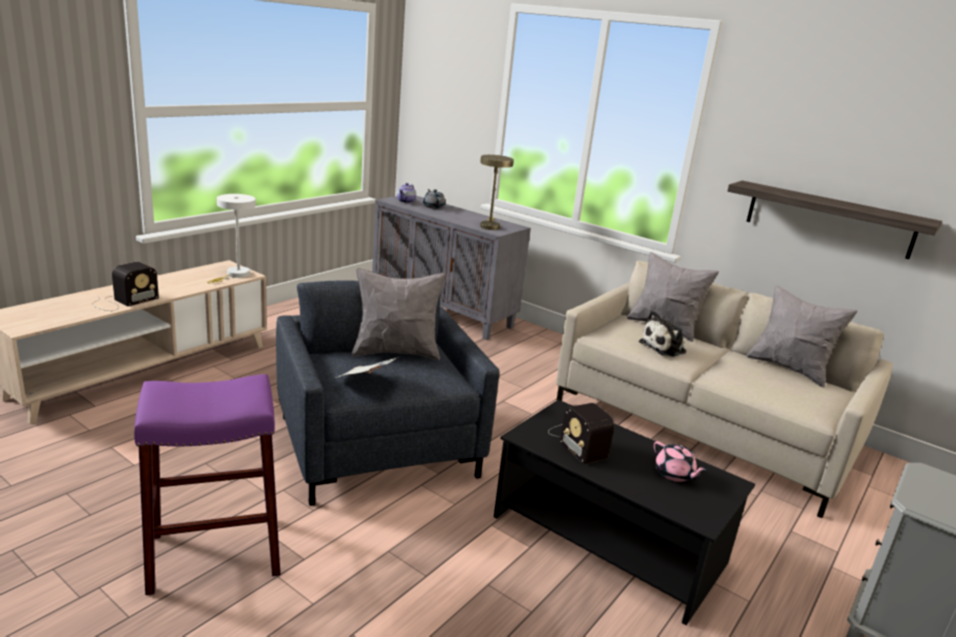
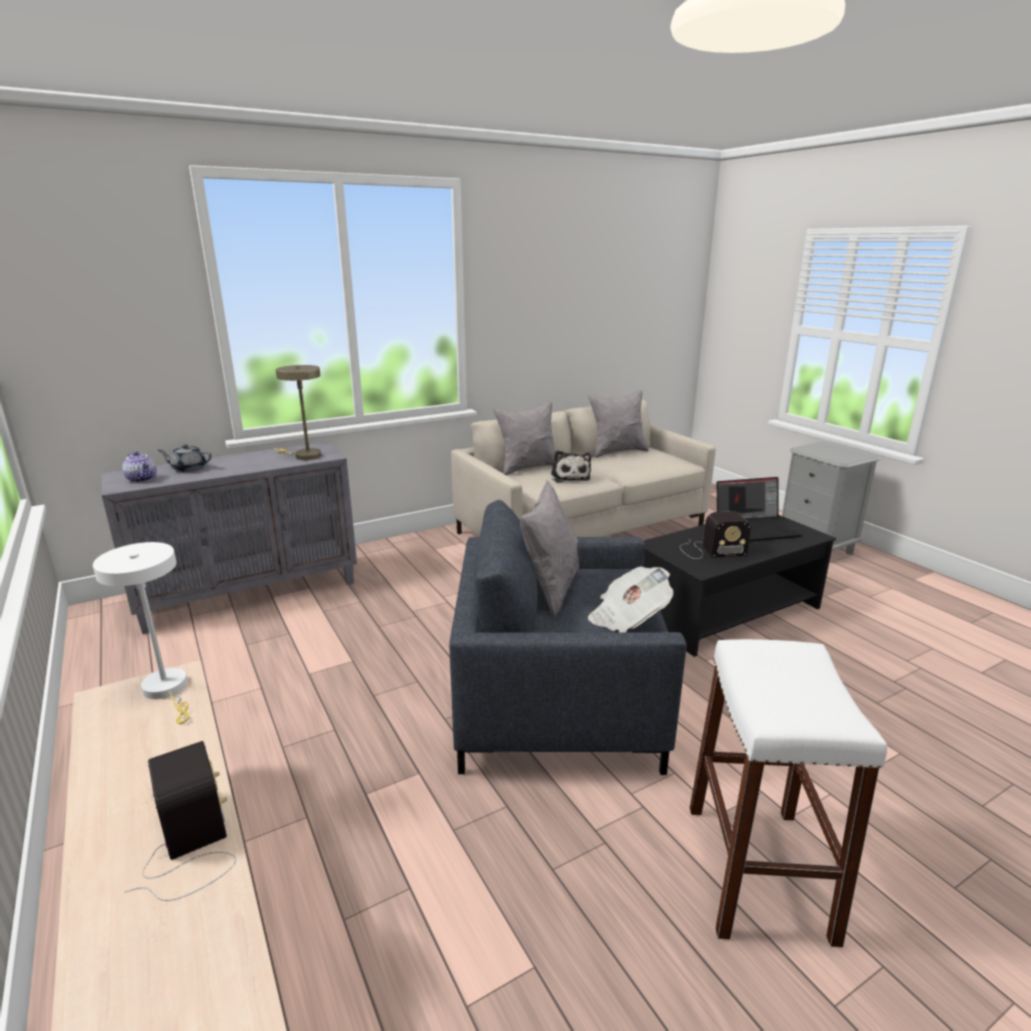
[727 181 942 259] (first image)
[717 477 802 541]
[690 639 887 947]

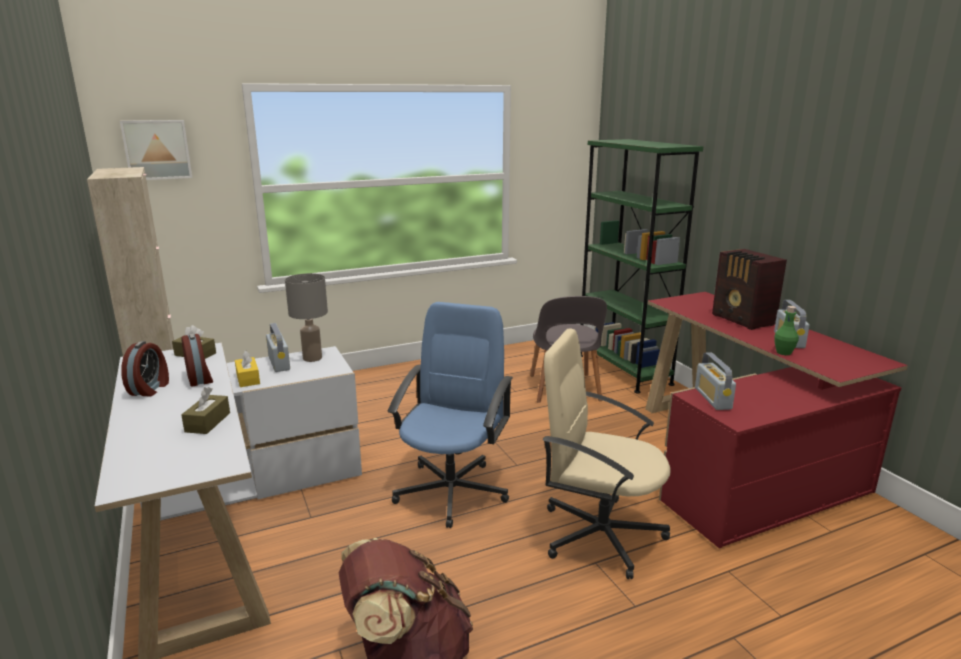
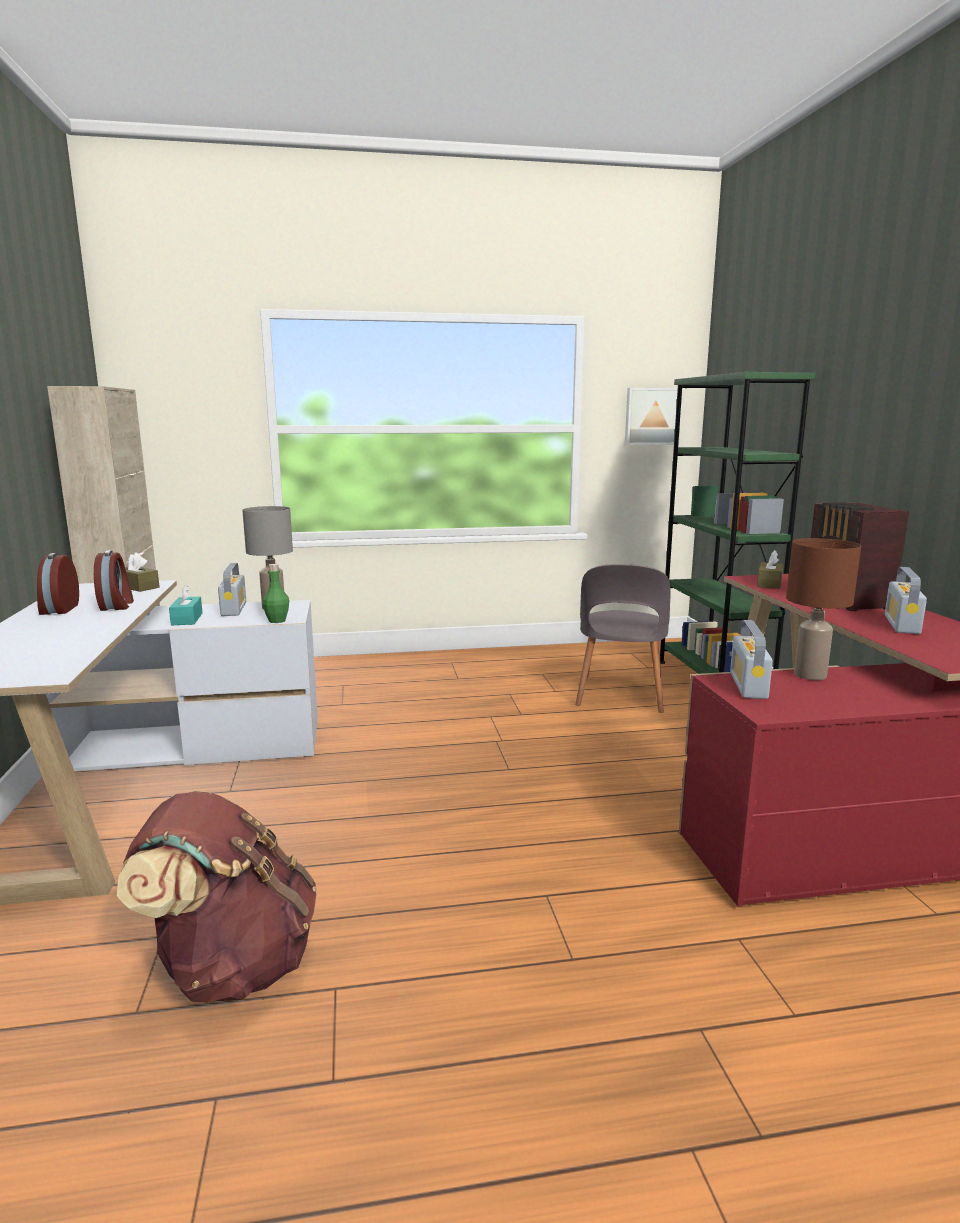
[388 302 513 528] (first image)
[543 329 671 579] (first image)
[786 538 861 680]
[625 388 683 445]
[757 550 783 589]
[263 564 289 623]
[169 584 203 625]
[37 553 79 615]

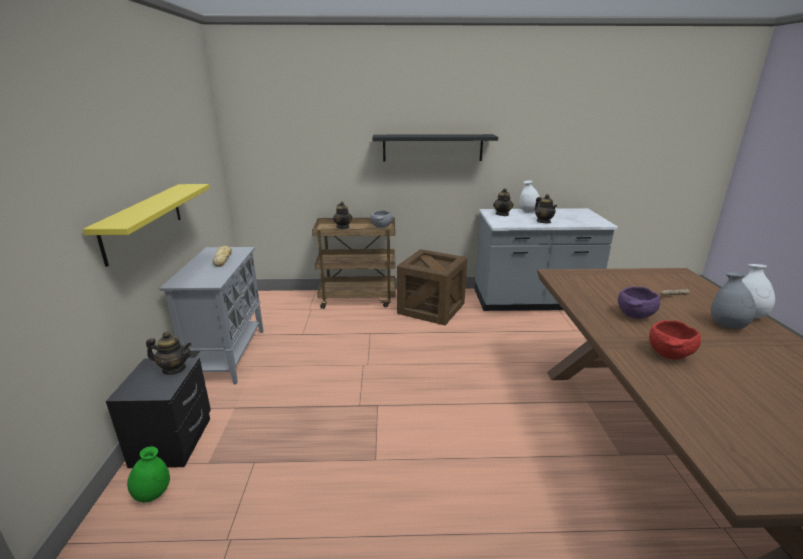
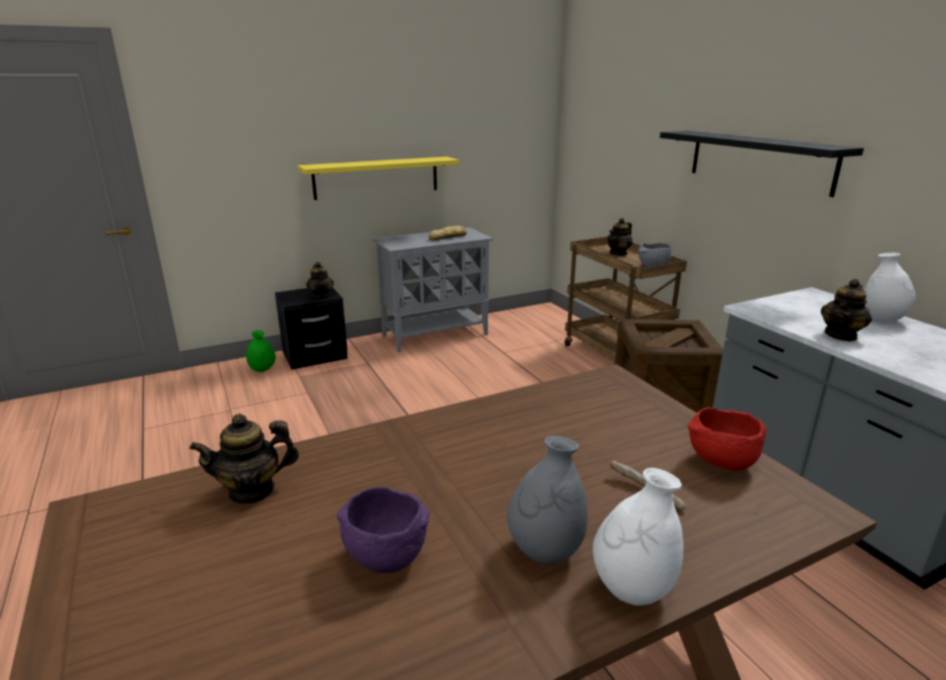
[189 414 299 504]
[337 487 429 573]
[688 407 767 471]

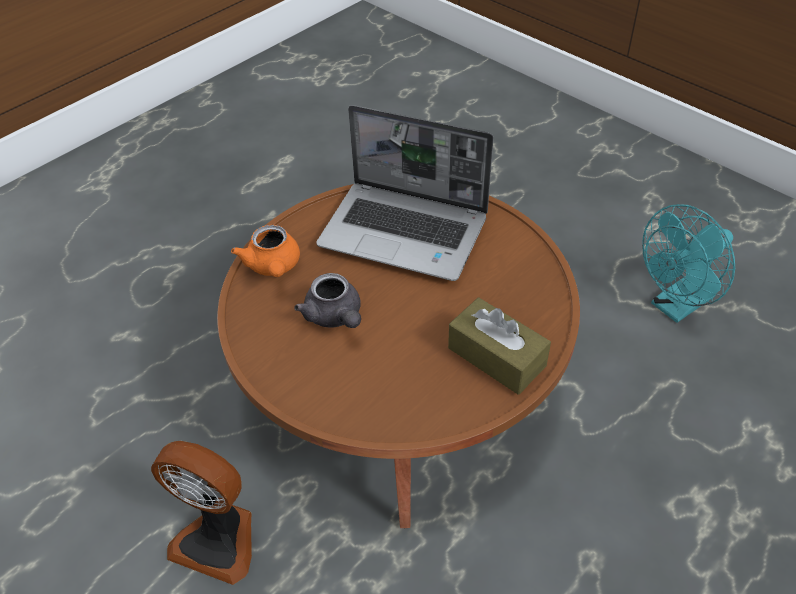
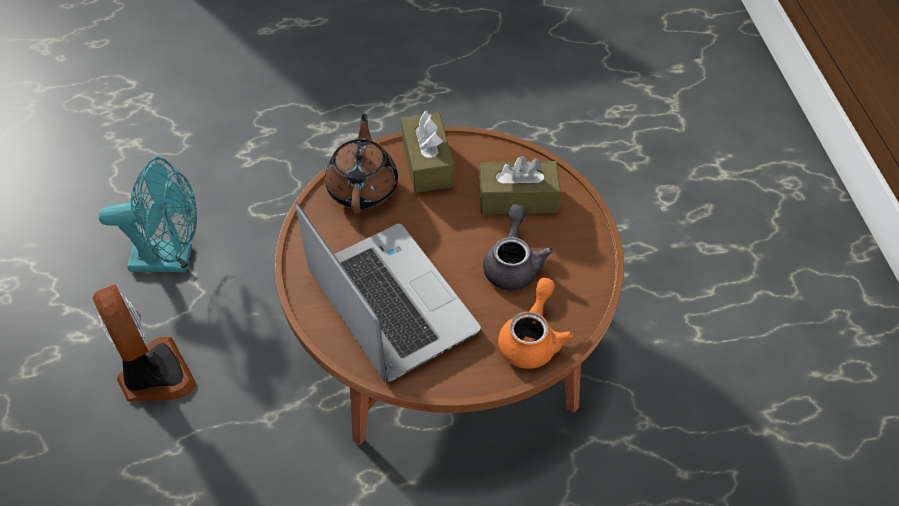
[325 113 398 214]
[479 156 561 214]
[92 284 197 402]

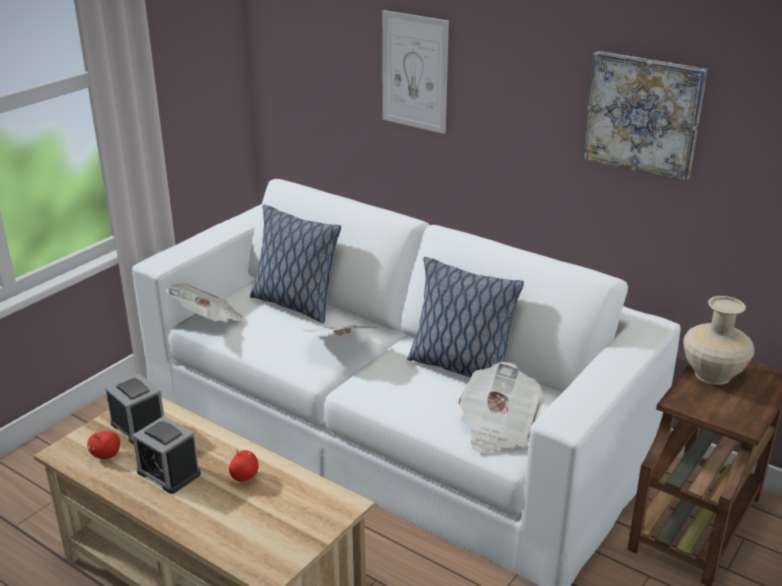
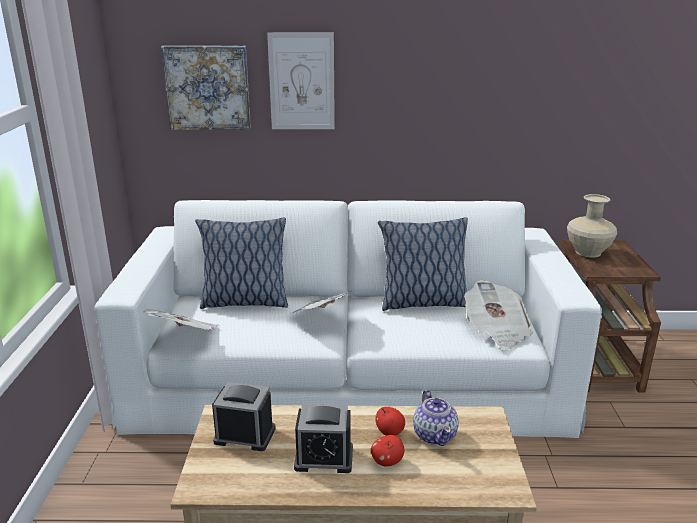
[413 390 459 446]
[371 435 404 466]
[161 46 251 130]

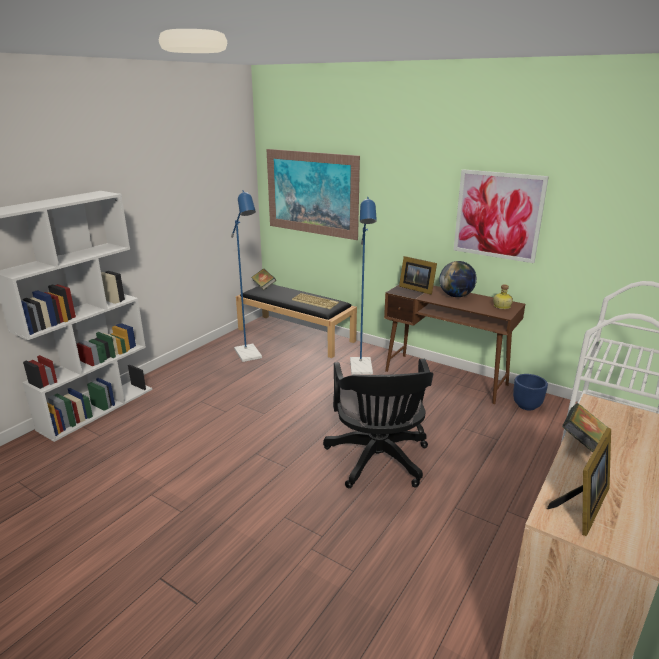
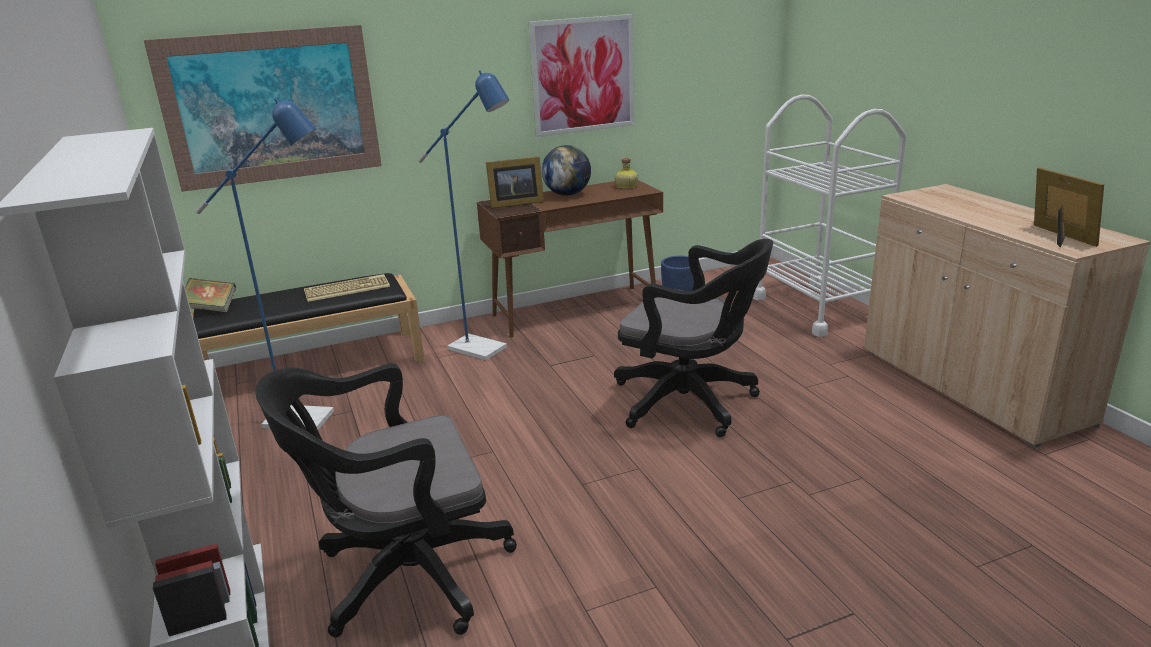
[562 403 609 452] (first image)
[255 364 517 637]

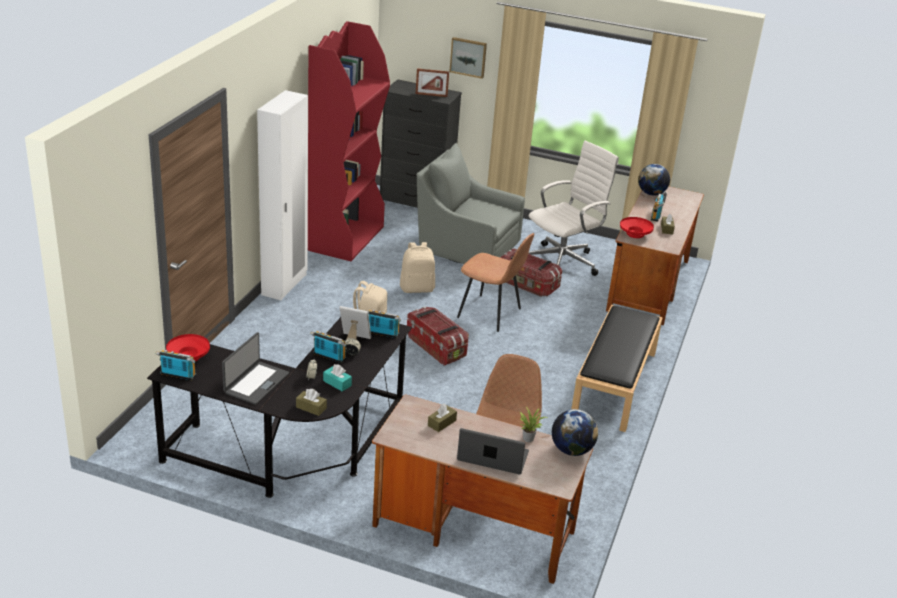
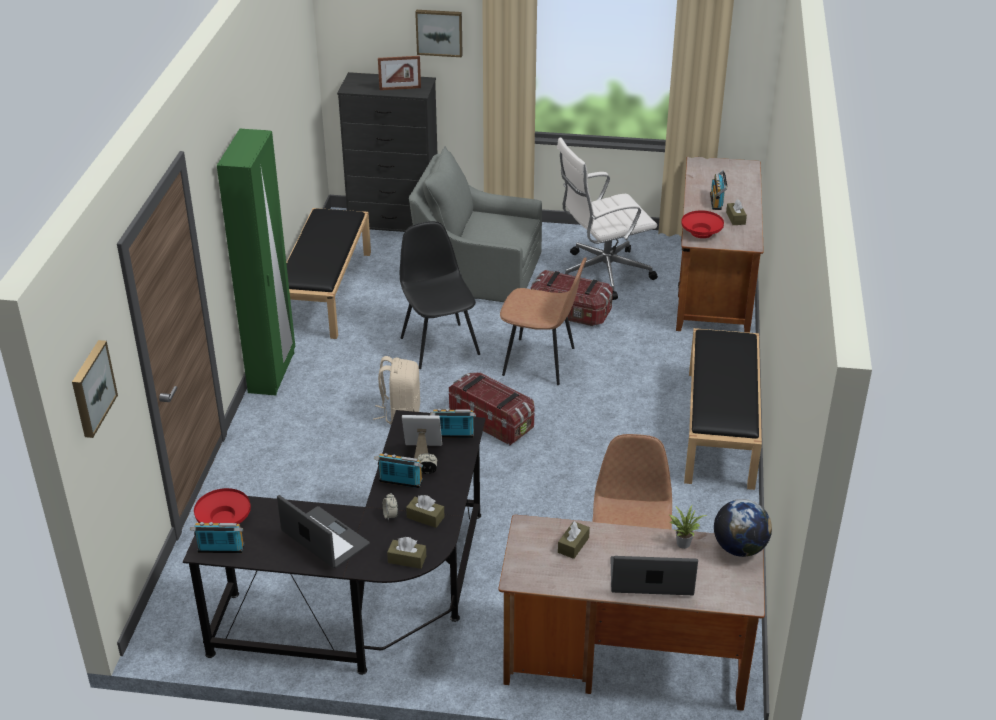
[638 164 670 196] (first image)
[72 340 118 438]
[286 208 371 339]
[400 221 480 369]
[217 129 295 395]
[406 495 445 528]
[277 495 370 568]
[557 137 658 300]

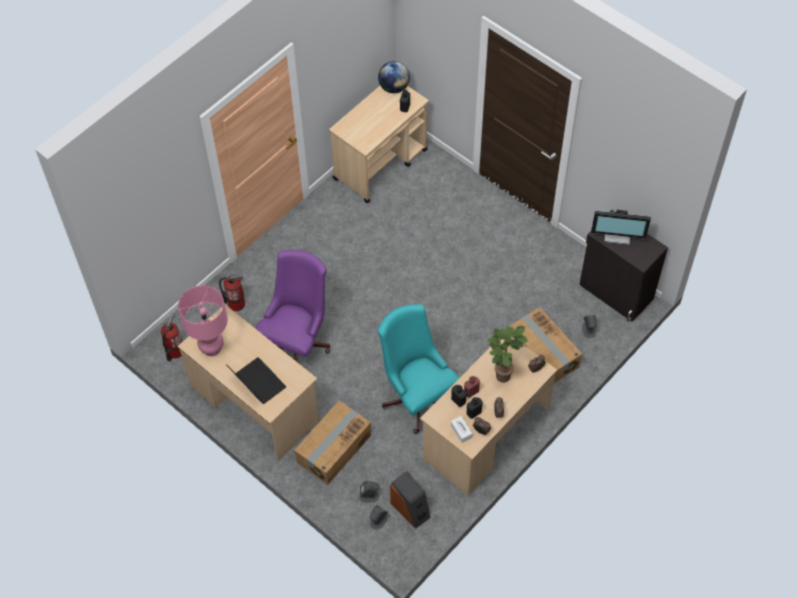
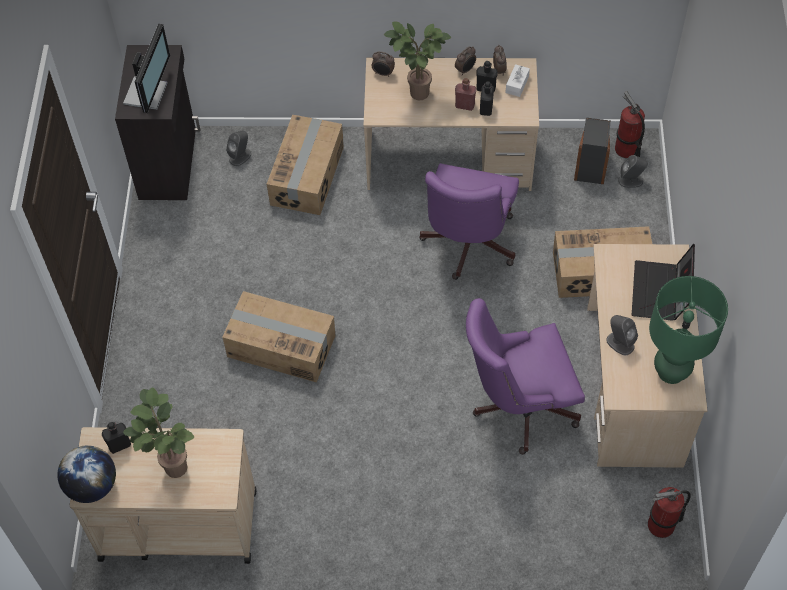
[123 387 194 478]
[222 291 335 382]
[615 91 645 158]
[606 315 638 355]
[649 276 728 384]
[419 163 519 280]
[123 24 170 113]

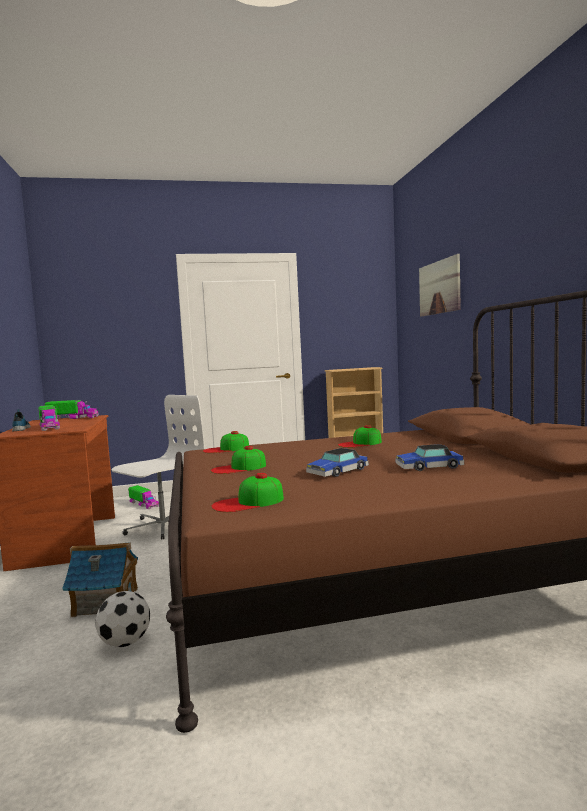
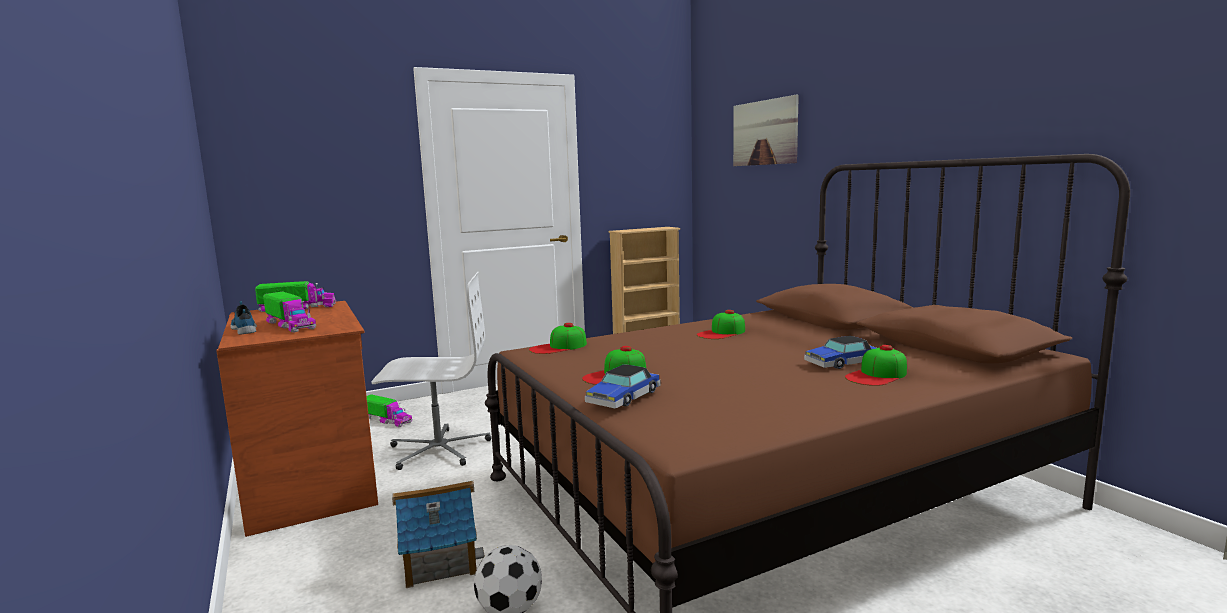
[845 345 907 386]
[585 364 661 408]
[371 272 491 470]

